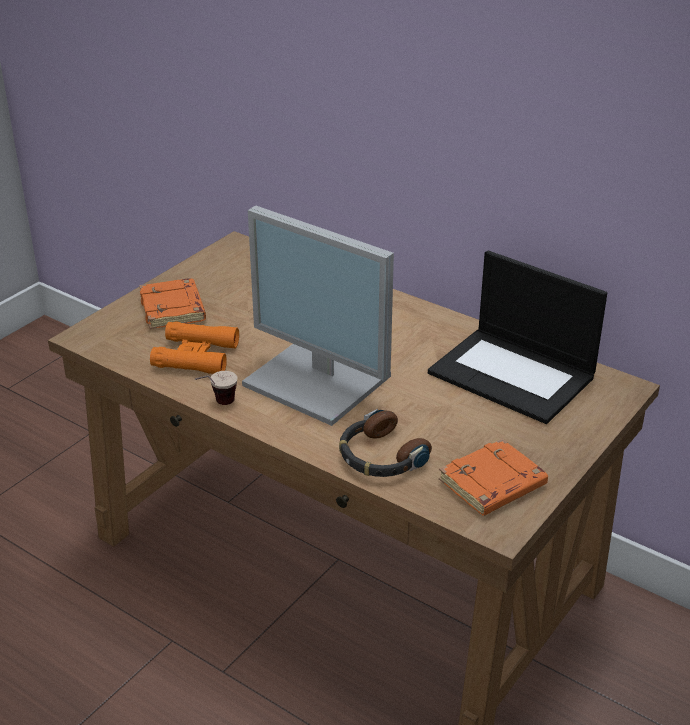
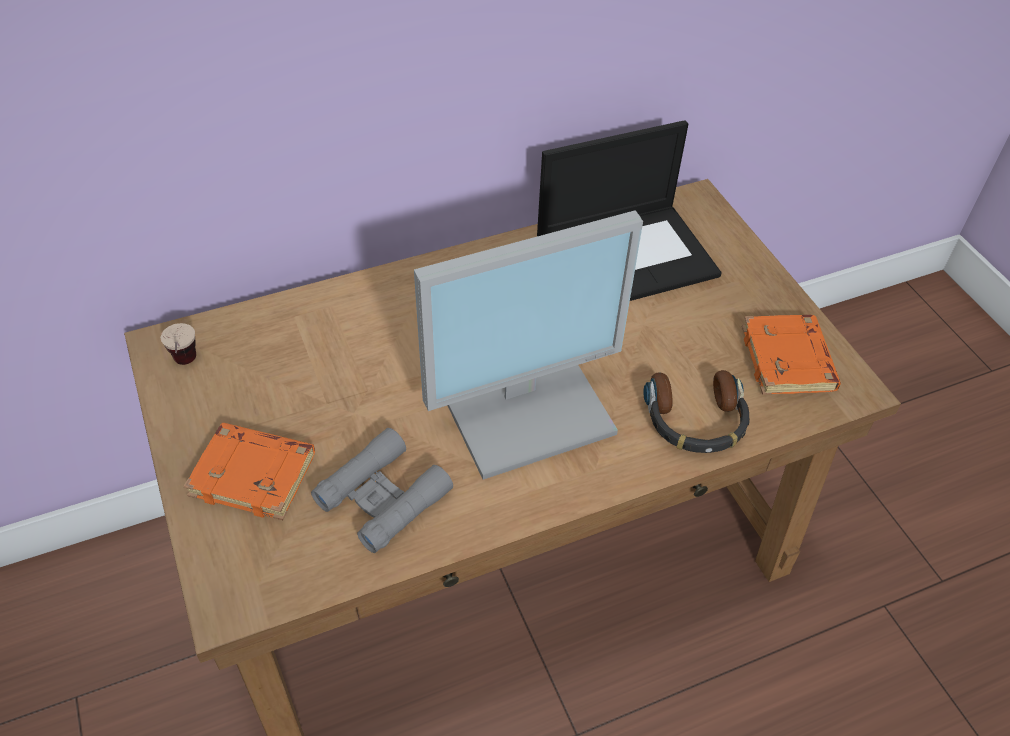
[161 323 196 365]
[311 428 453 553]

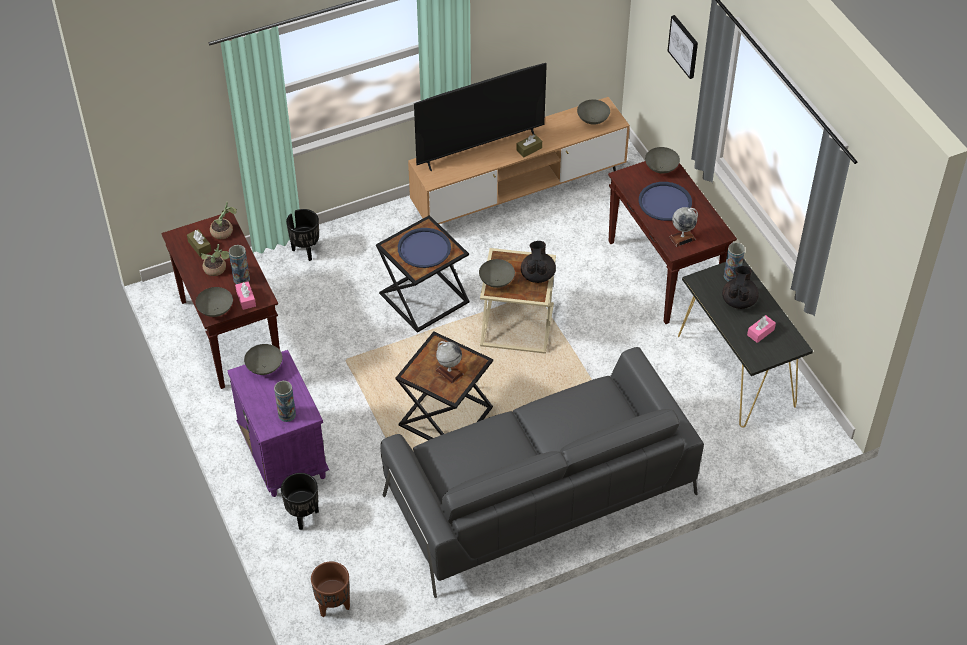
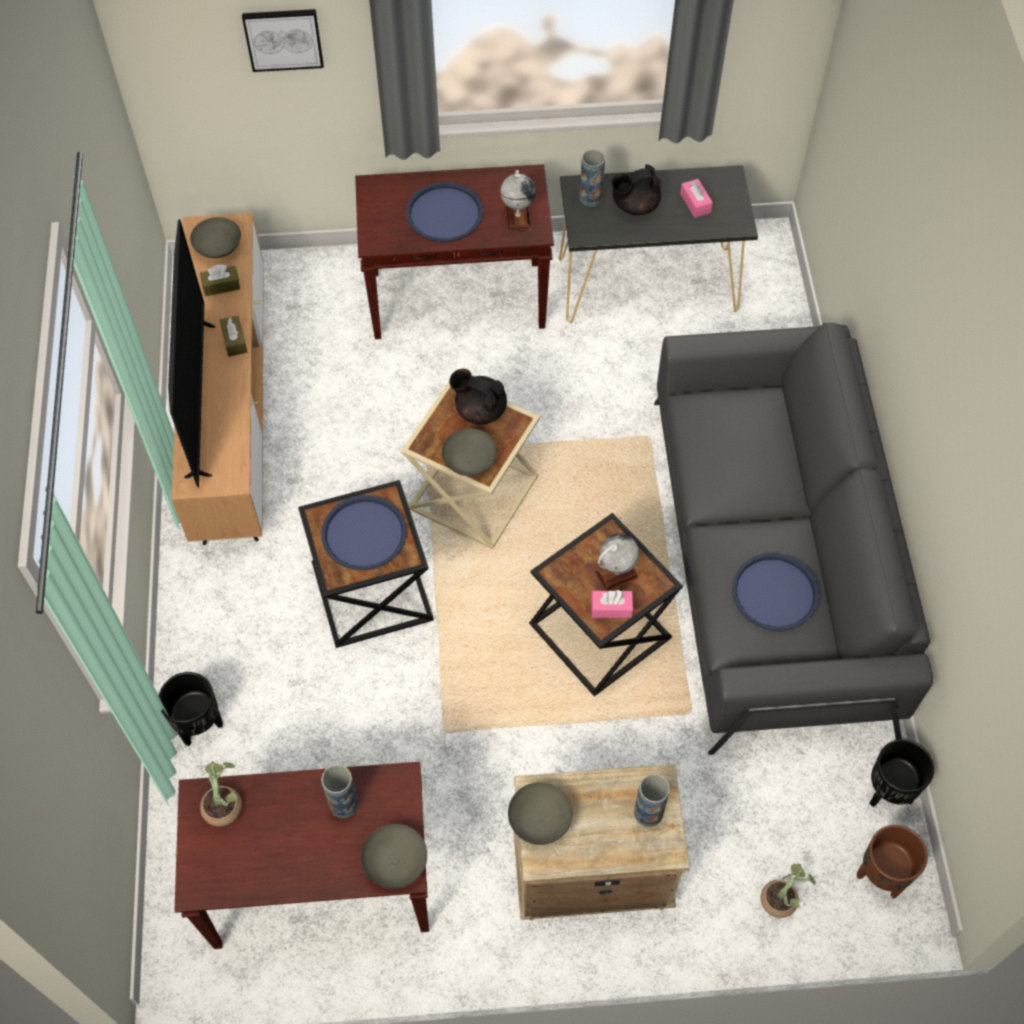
[645 147 680 174] (first image)
[732 553 819 631]
[200 264 240 296]
[760 864 816 918]
[591 590 633 618]
[870 739 934 807]
[513 764 690 920]
[611 164 661 215]

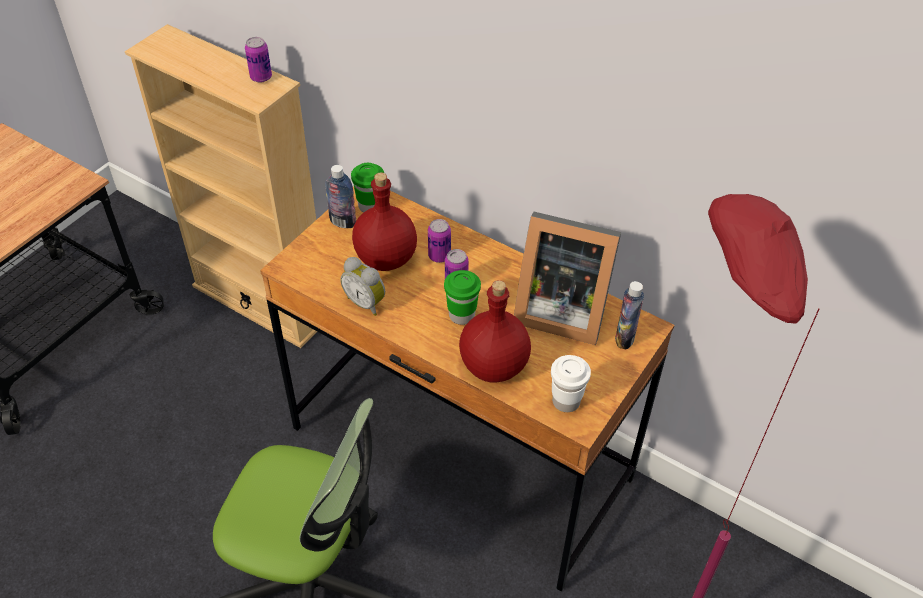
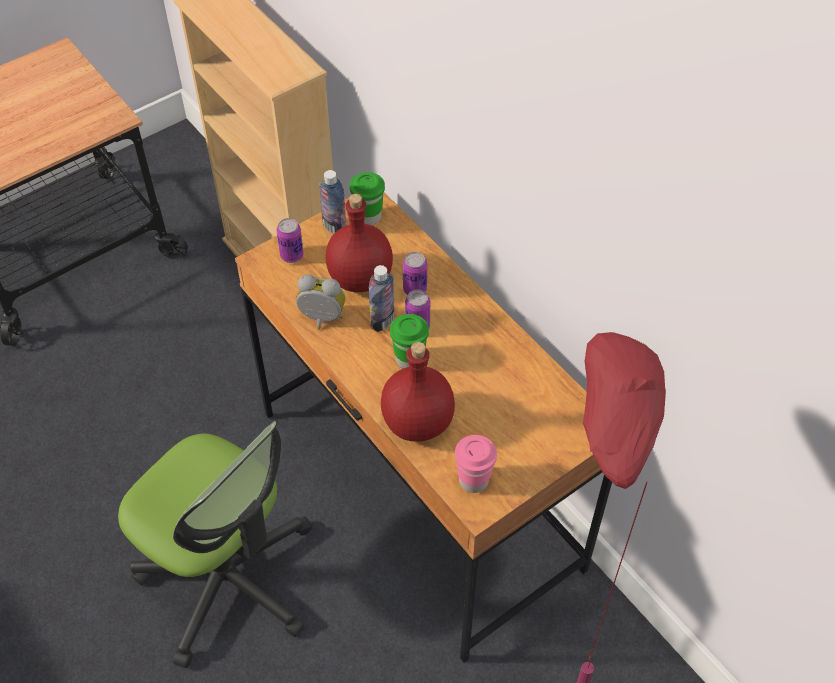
[514 212 621 345] (first image)
[277 218 304 263]
[369 265 394 332]
[455 435 497 493]
[296 274 345 330]

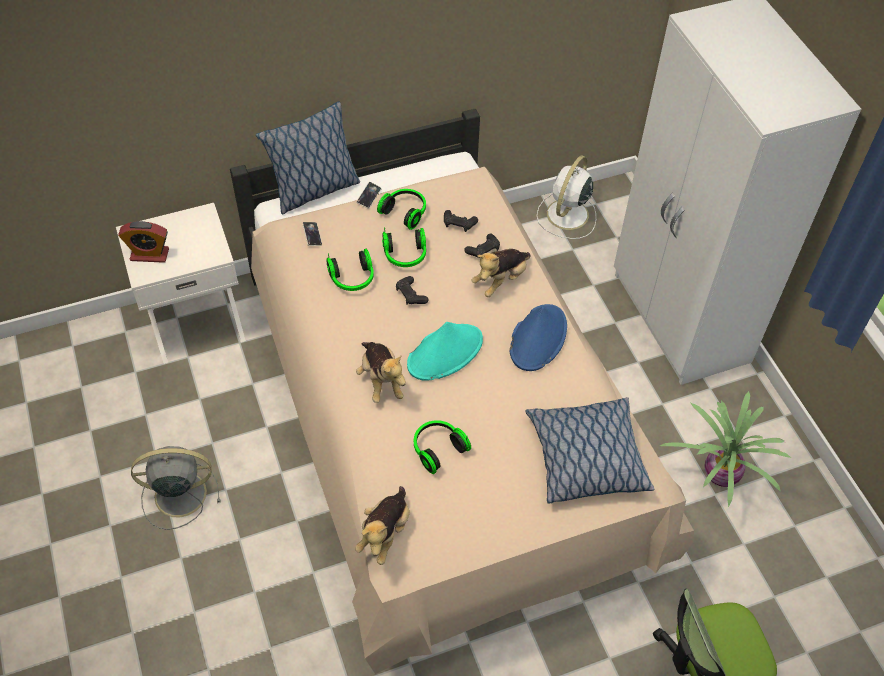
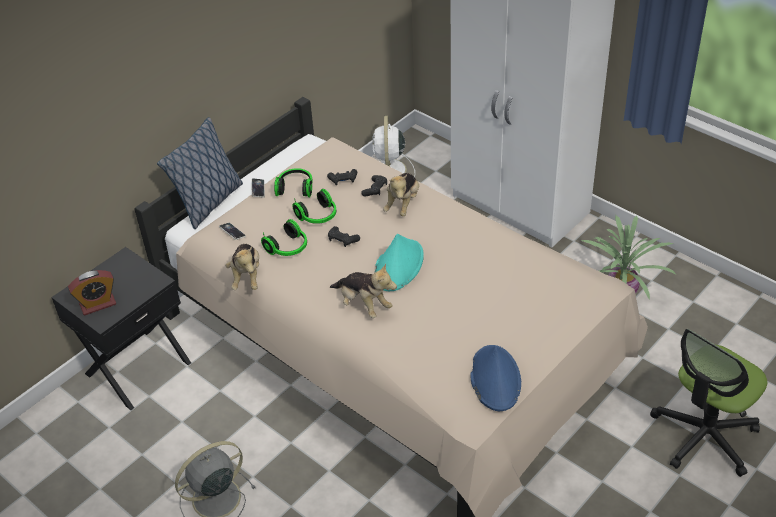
[414 420 471 474] (first image)
[525 397 655 504] (first image)
[225 244 259 290]
[470 345 521 411]
[51 247 191 410]

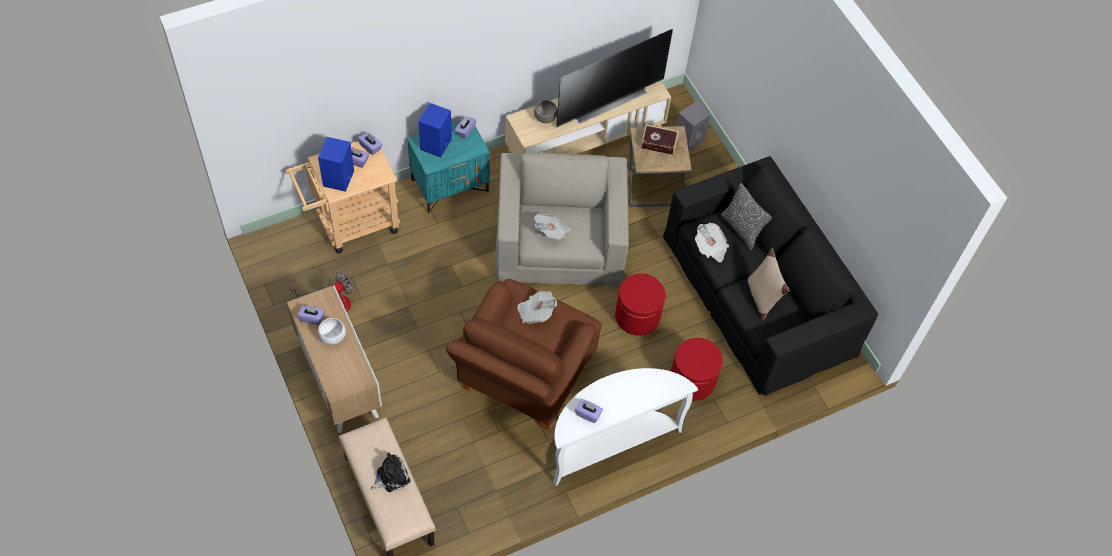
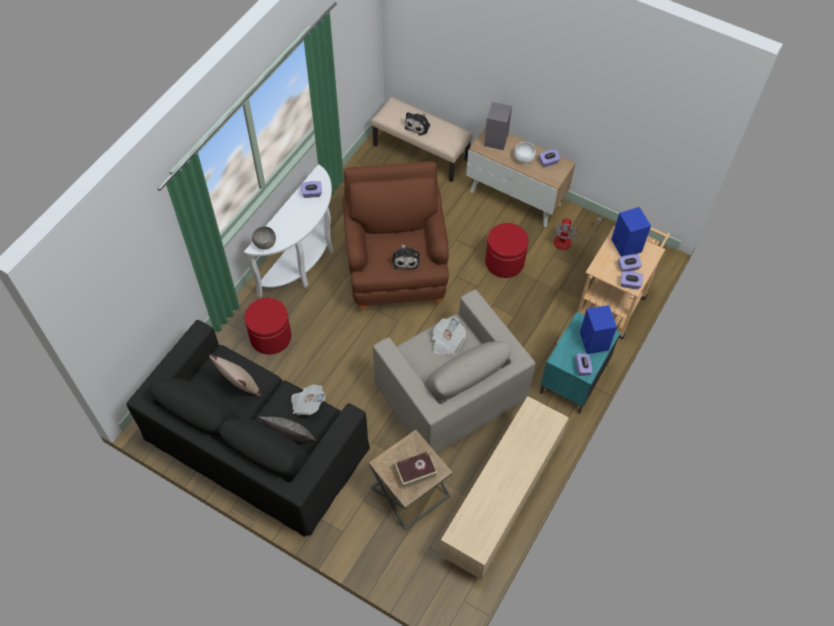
[556 29 673 127] (first image)
[252 226 276 250]
[485 223 529 278]
[484 102 512 150]
[392 244 420 270]

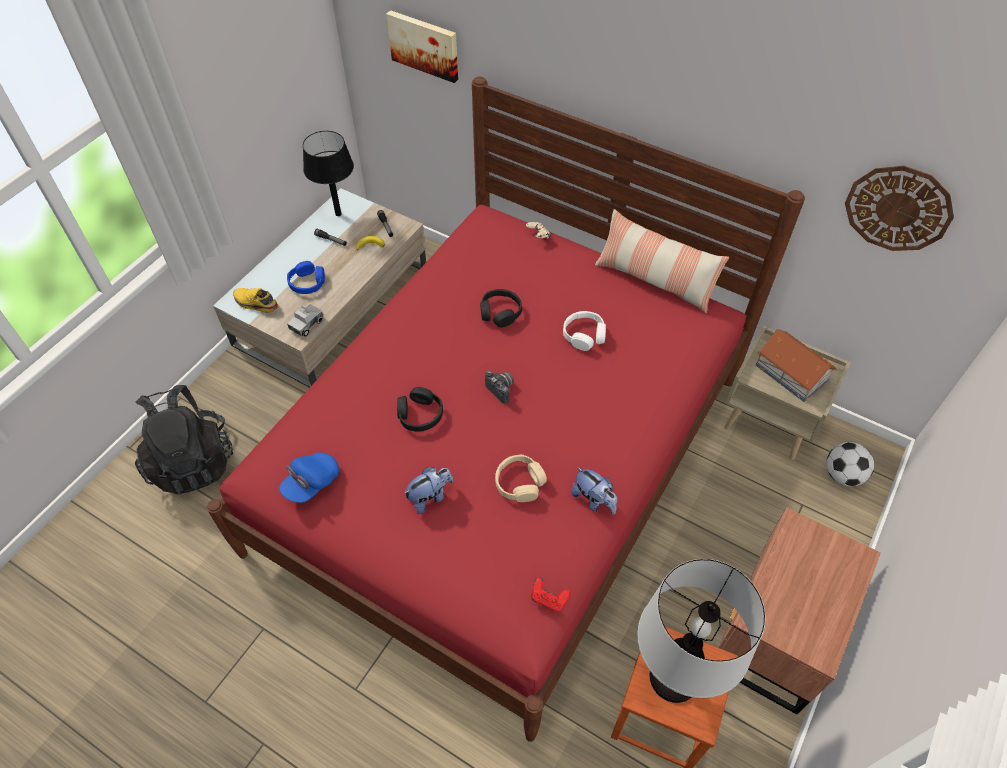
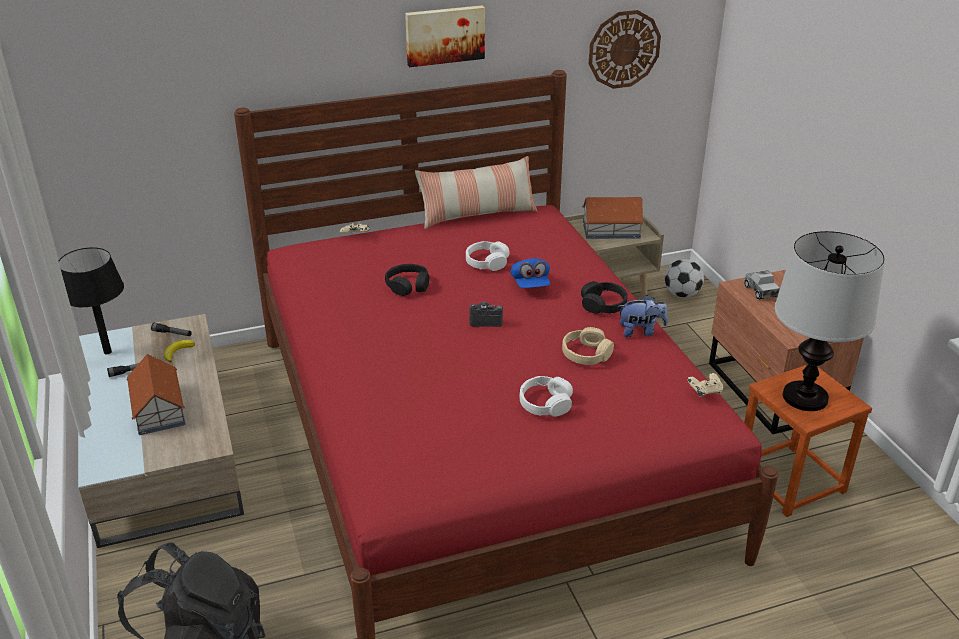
[233 288 279 313] (first image)
[510 258 550 288]
[744 270 780 300]
[405 5 485 67]
[581 281 628 314]
[126 354 186 435]
[520 376 573 417]
[687 373 723 397]

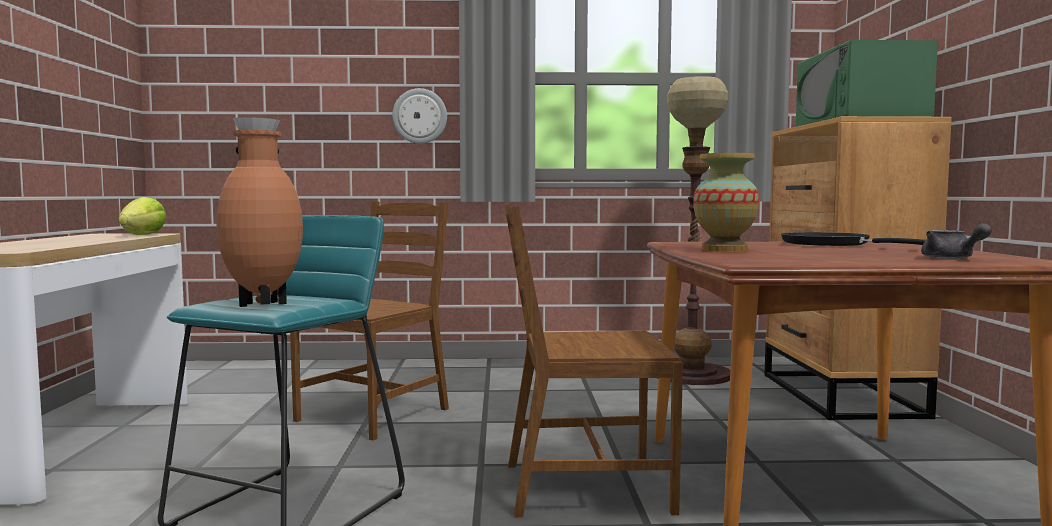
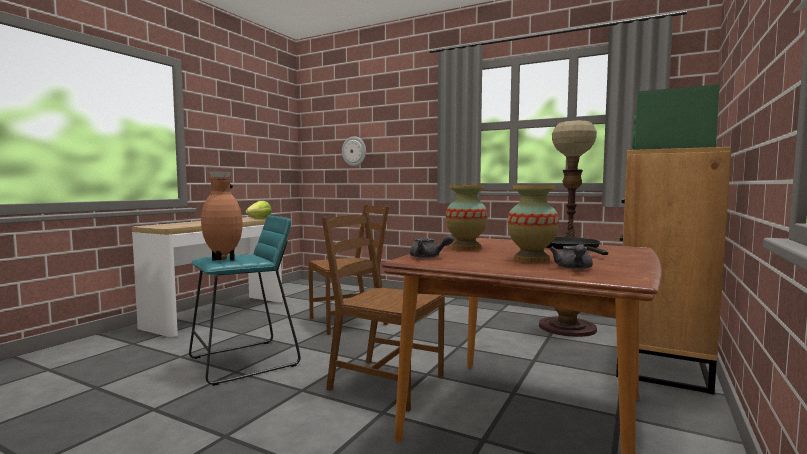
[410 235 454 258]
[508 185 559 263]
[342 137 366 166]

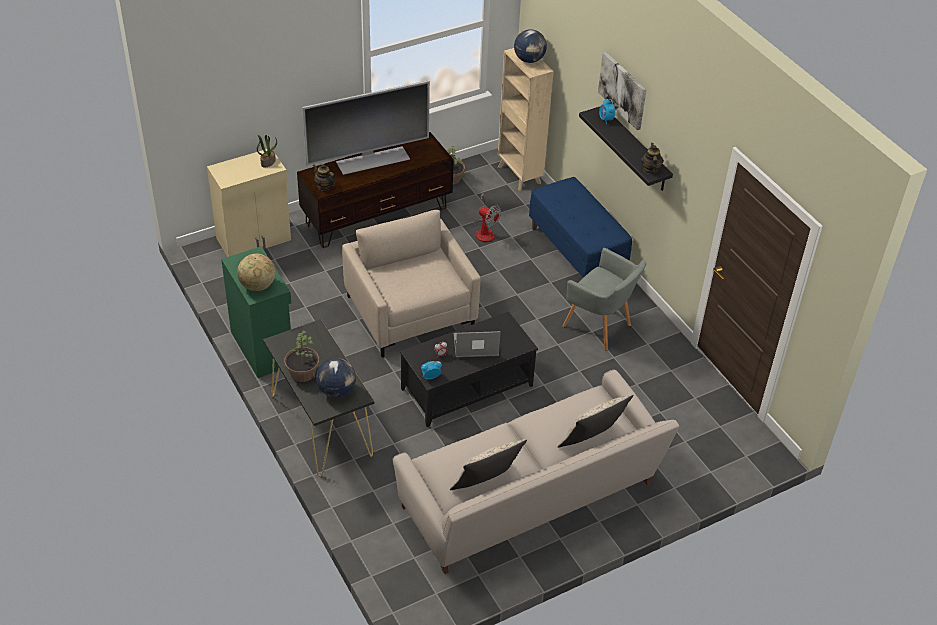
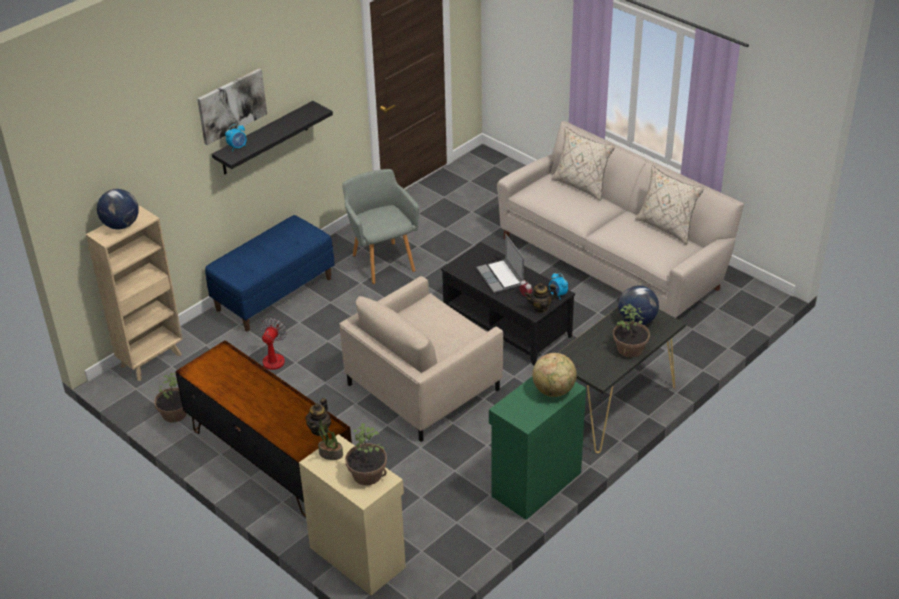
[302 81 430 175] (first image)
[345 423 387 485]
[525 283 558 313]
[342 169 419 284]

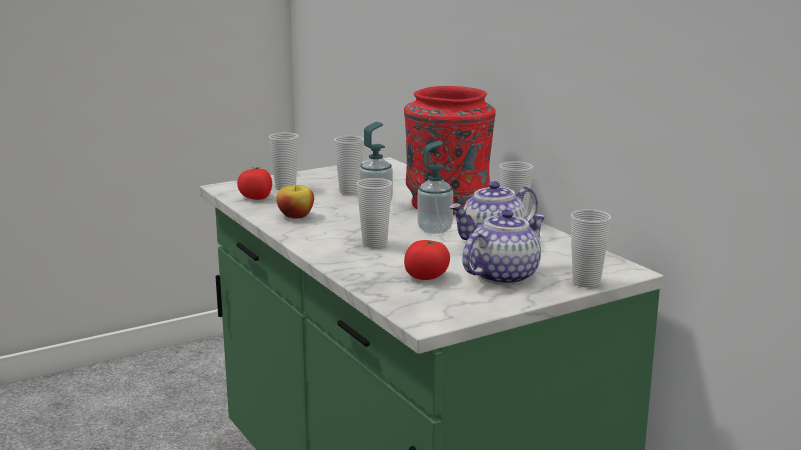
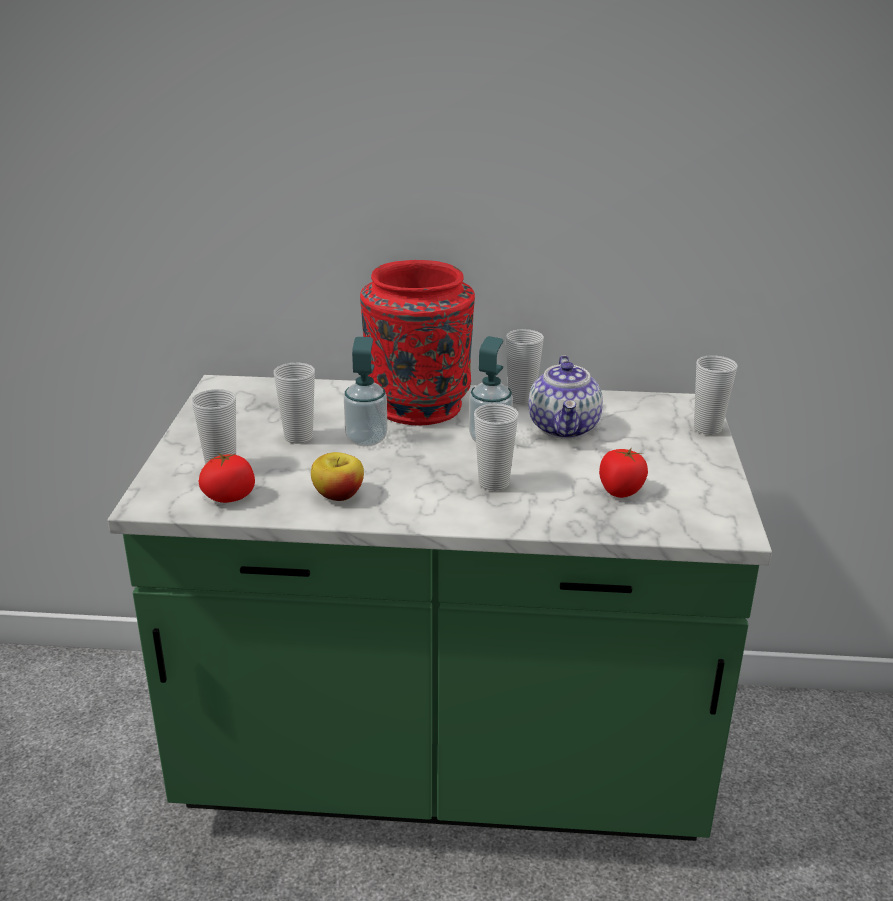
[462 209 545 285] (first image)

